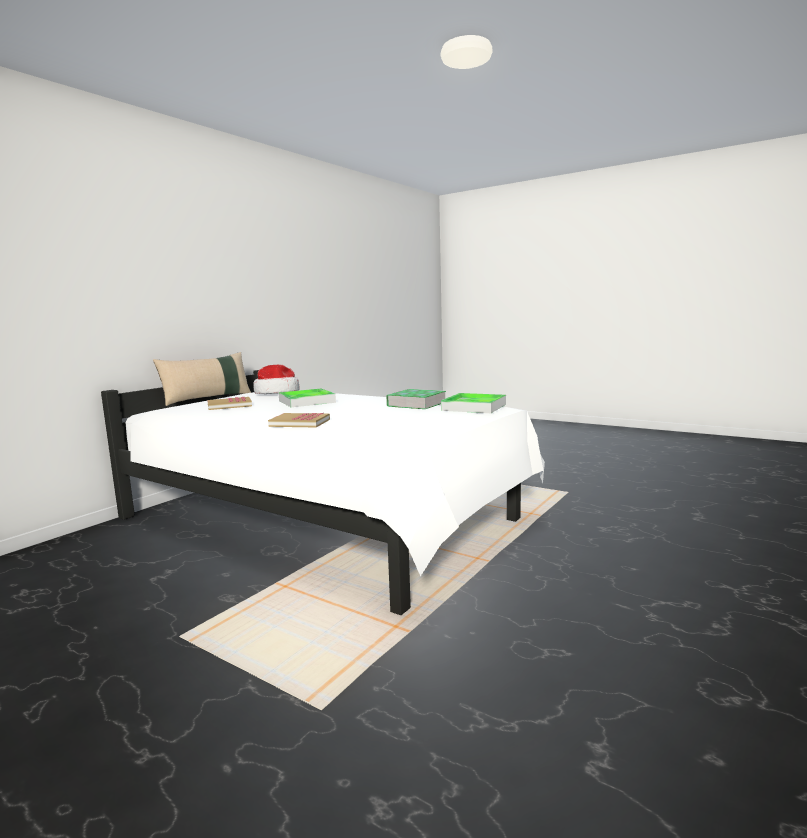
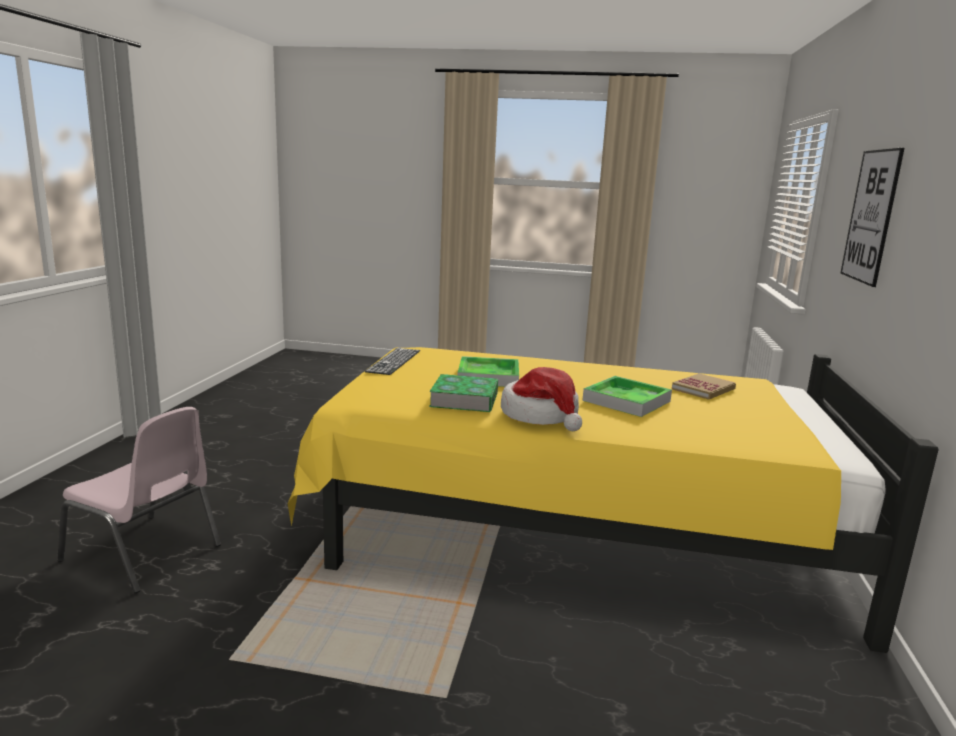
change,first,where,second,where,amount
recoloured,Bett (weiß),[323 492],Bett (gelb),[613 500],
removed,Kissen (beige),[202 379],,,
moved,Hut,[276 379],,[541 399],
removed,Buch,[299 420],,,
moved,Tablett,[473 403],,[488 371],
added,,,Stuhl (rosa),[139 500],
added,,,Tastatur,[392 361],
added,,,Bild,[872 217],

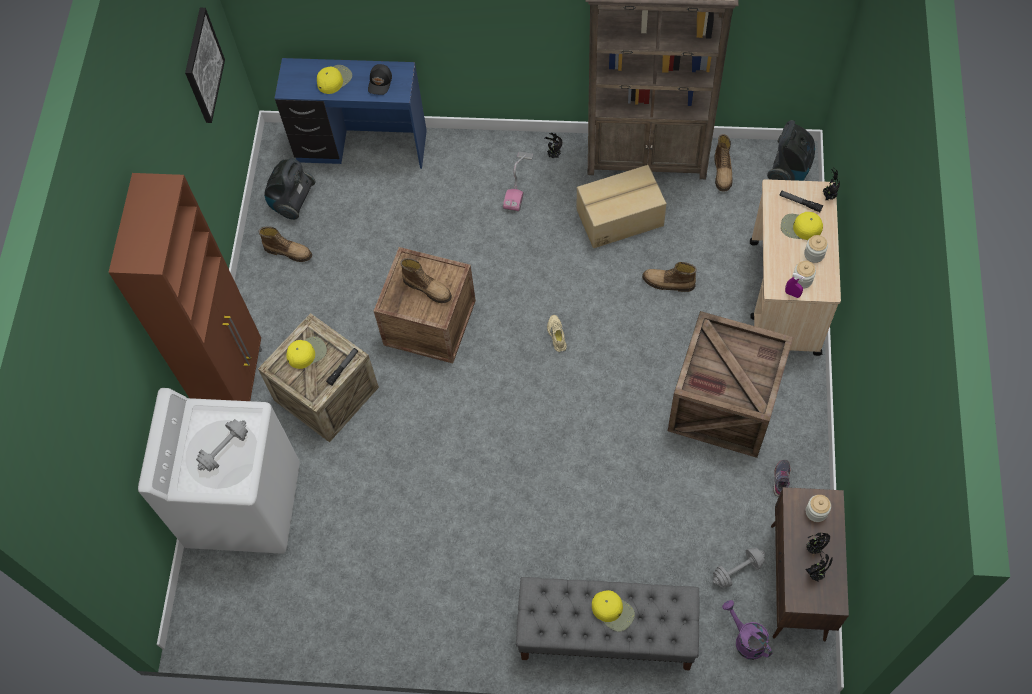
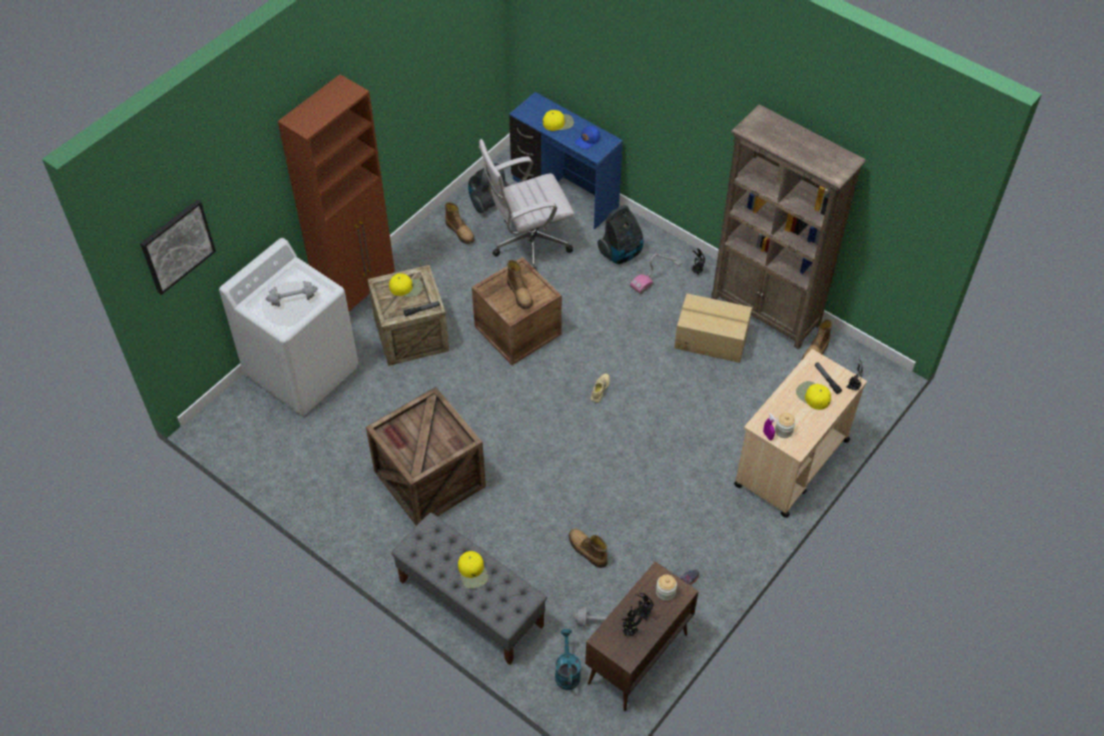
change,first,where,second,where,amount
moved,Bild,[205 65],,[178 247],
recoloured,Kappe (schwarz),[380 79],Kappe (blau),[587 137],
moved,Stiefel,[669 277],,[588 548],
moved,Kiste,[730 384],,[426 456],
recoloured,Gießkanne (lila),[747 630],Gießkanne (türkis),[568 659],
moved,Staubsauger,[791 150],,[620 234],
removed,Vorratsglas,[816 249],,,
added,,,Bürostuhl (weiß),[526 205],

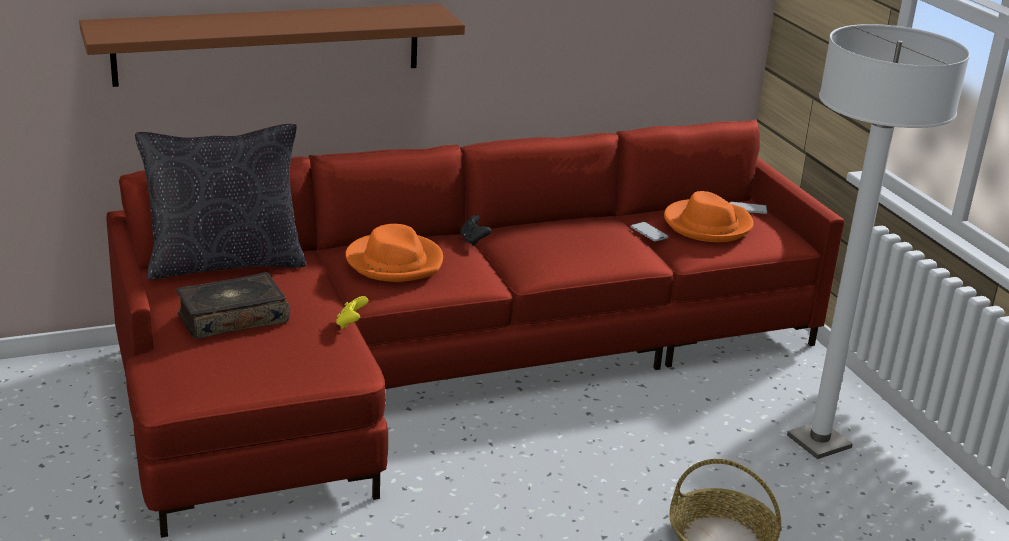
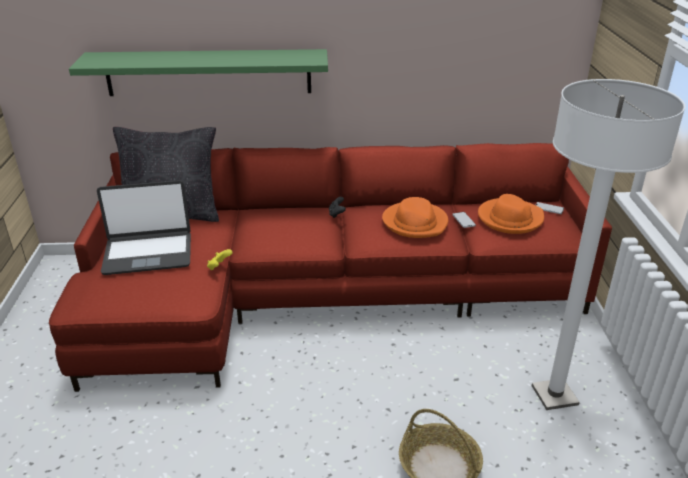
change,first,where,second,where,amount
recoloured,Wandregal (braun),[272 45],Wandregal (grün),[198 72],
replaced,Buch,[233 305],Laptop,[144 227],
moved,Hut (orange),[394 253],,[415 217],

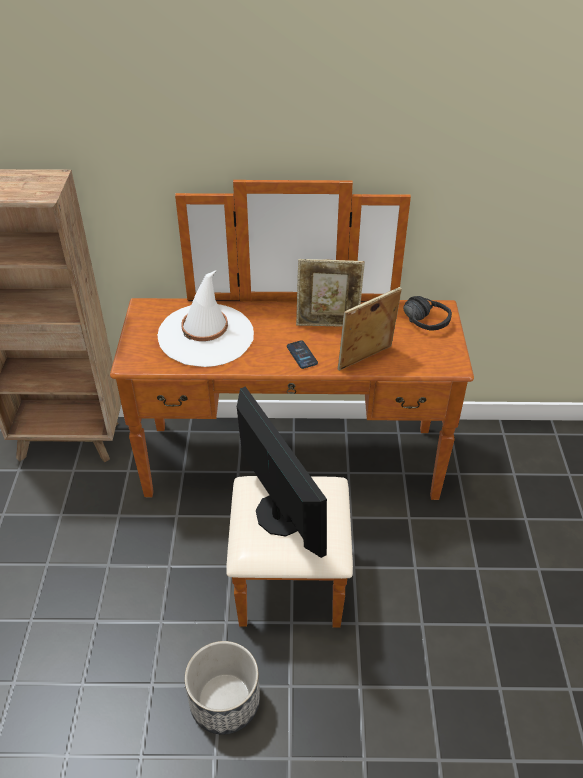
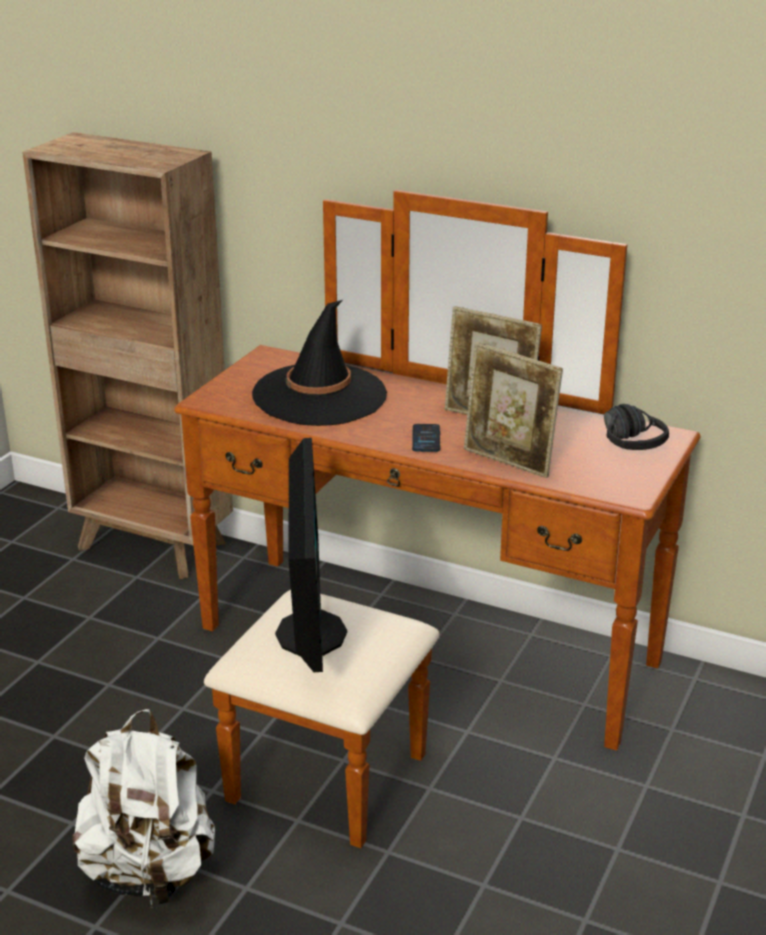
change,first,where,second,where,amount
recoloured,Hut (weiß),[205 318],Hut (schwarz),[319 363],
replaced,Pflanzkübel,[222 688],Rucksack (weiß),[143 807],
turned,Bilderrahmen,[370 329],,[513 410],135 degrees counterclockwise

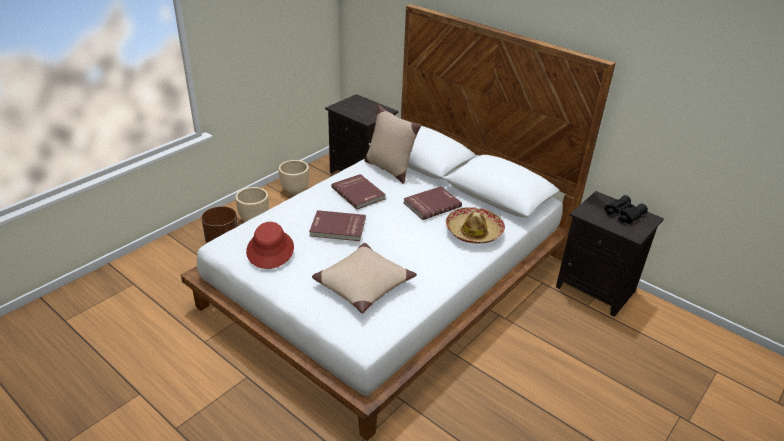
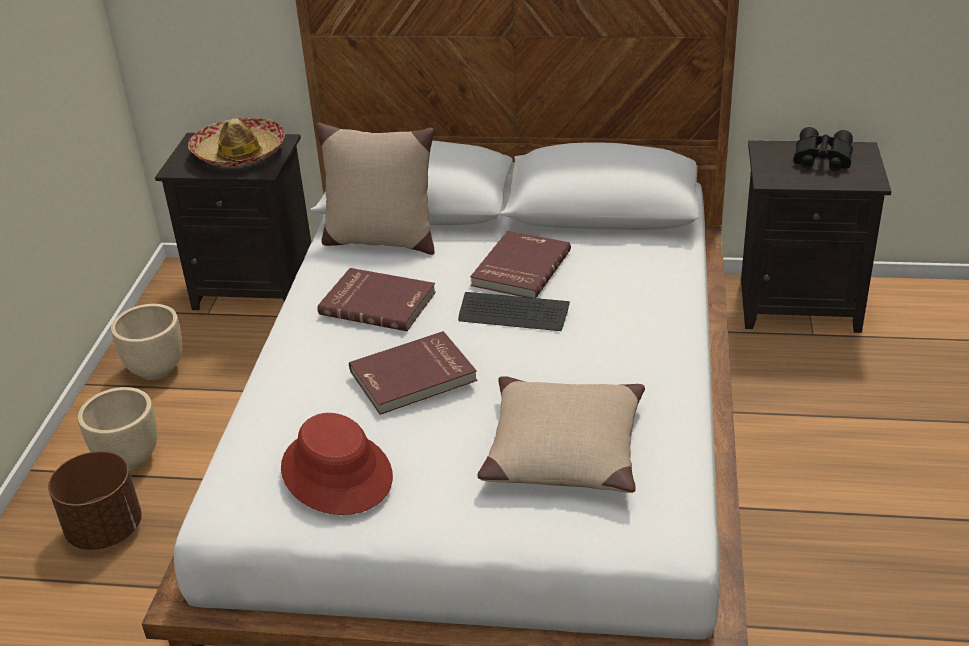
change,first,where,second,where,amount
moved,Hut,[475 225],,[236 142],
added,,,Tastatur,[514 311],

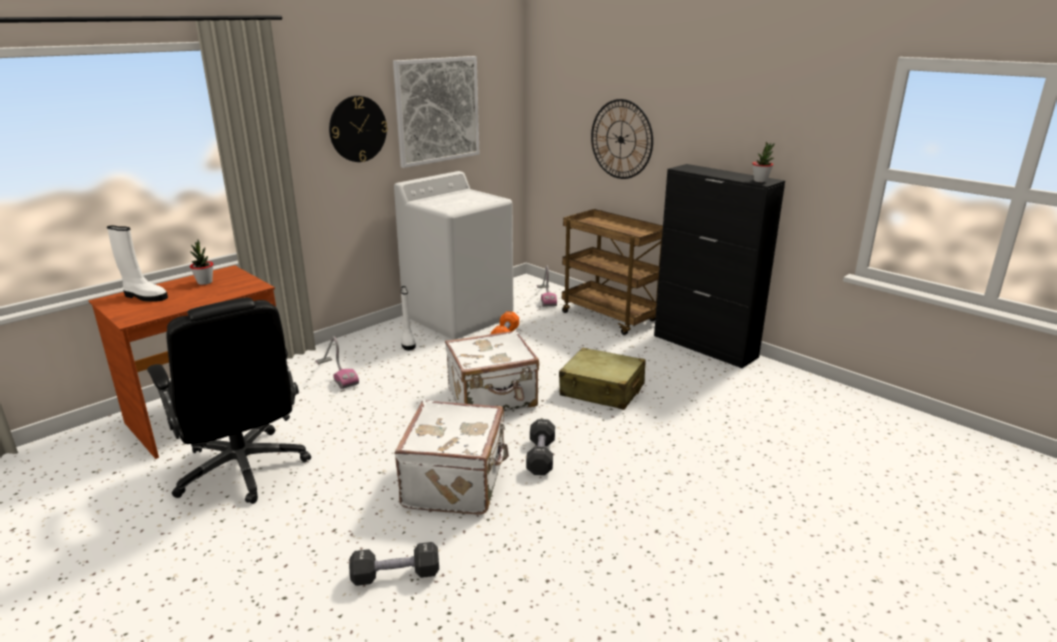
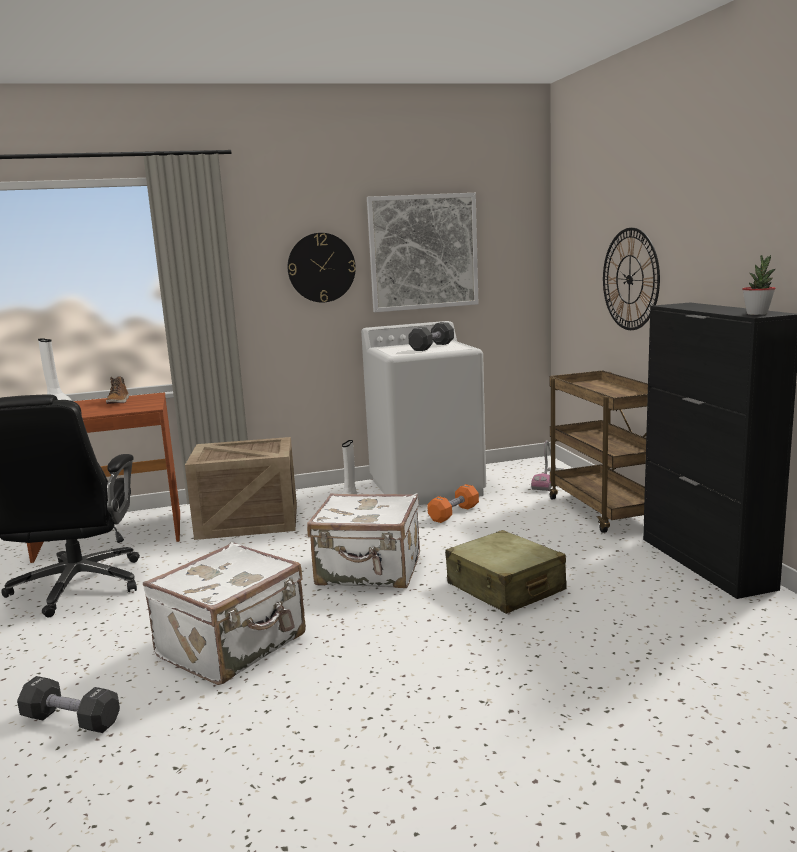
change,first,where,second,where,amount
replaced,Topfpflanze,[201 262],Stiefel,[117 390],
replaced,Staubsauger,[337 362],Kiste,[241 488],
moved,Hantel (schwarz),[540 447],,[431 336],

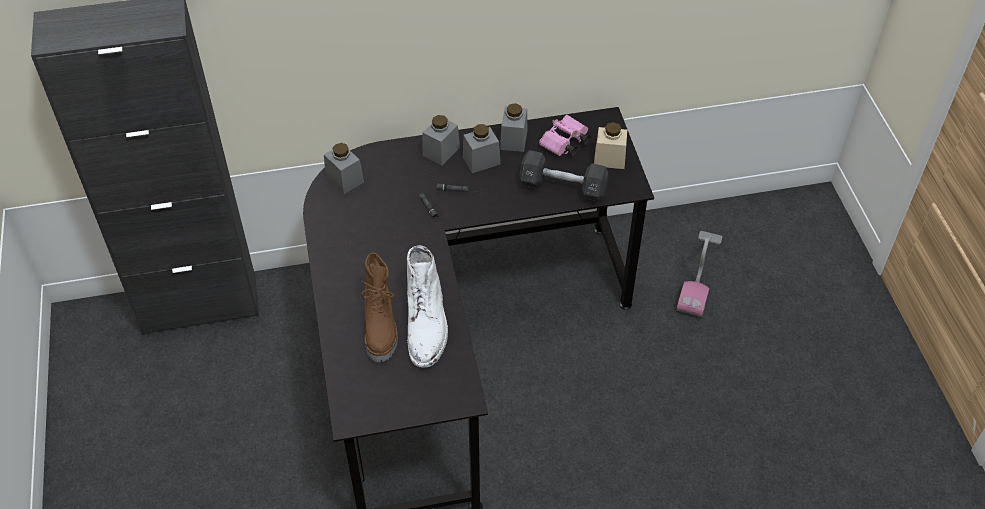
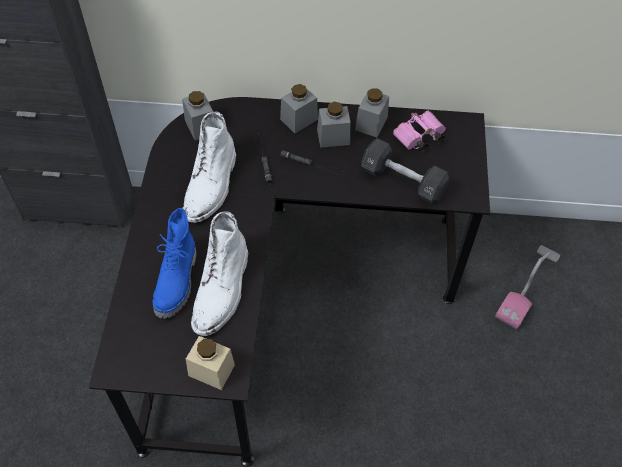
change,first,where,second,where,amount
recoloured,Stiefel (braun),[379 307],Stiefel (blau),[174 263],
moved,Vorratsglas (beige),[610 145],,[210 363],
added,,,Stiefel (weiß),[209 167],

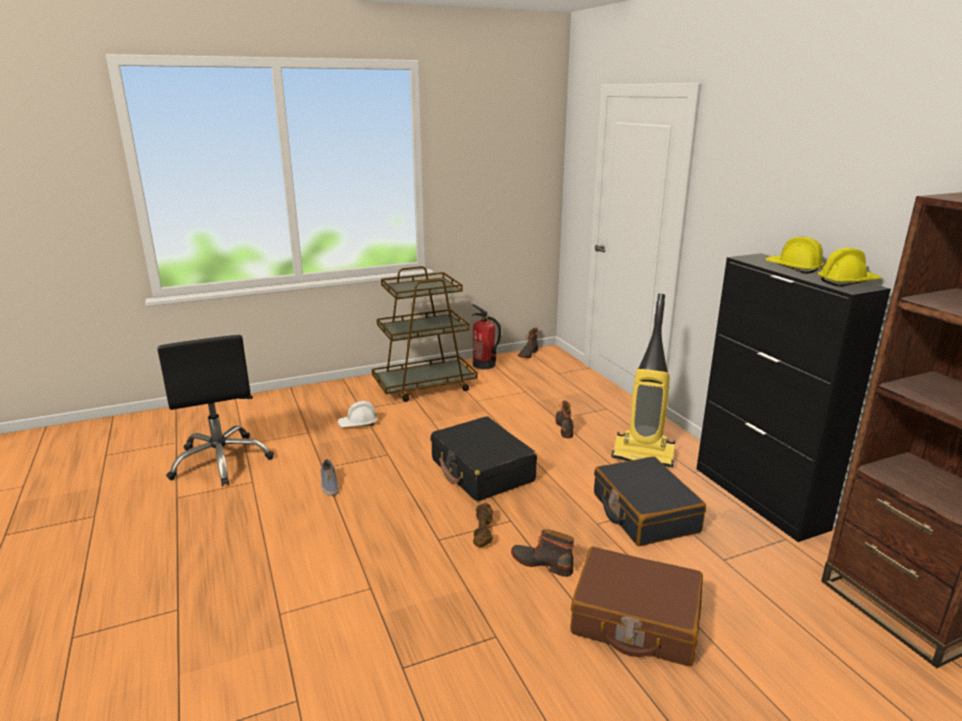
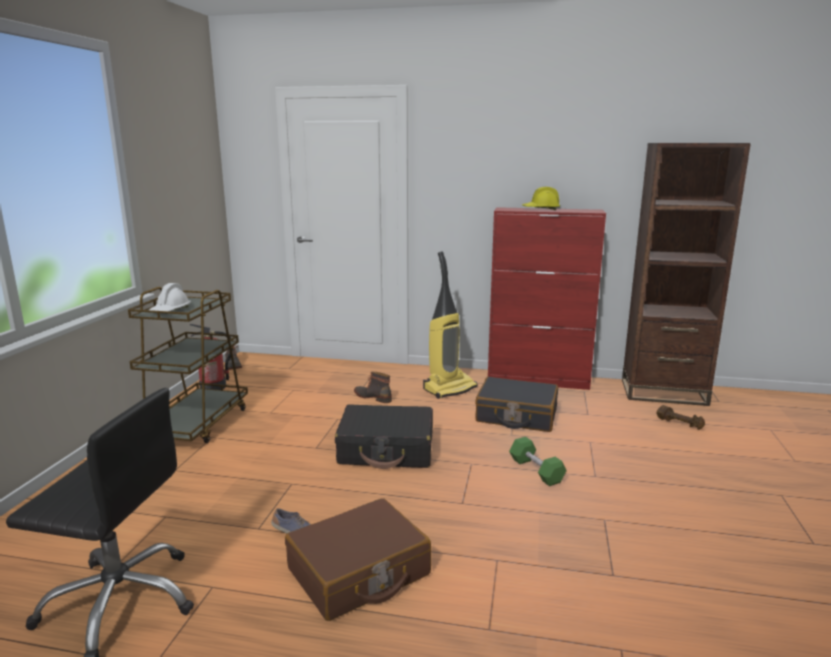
change,first,where,second,where,amount
moved,Schutzhelm (weiß),[357 414],,[170 297],
moved,Hantel (braun),[483 525],,[681 417],
replaced,Stiefel,[542 553],Hantel (grün),[538 461],
moved,Koffer (braun),[637 606],,[358 559],
recoloured,Schrank (schwarz),[794 397],Schrank (rot),[547 298],
removed,Schutzhelm (gelb),[849 267],,,

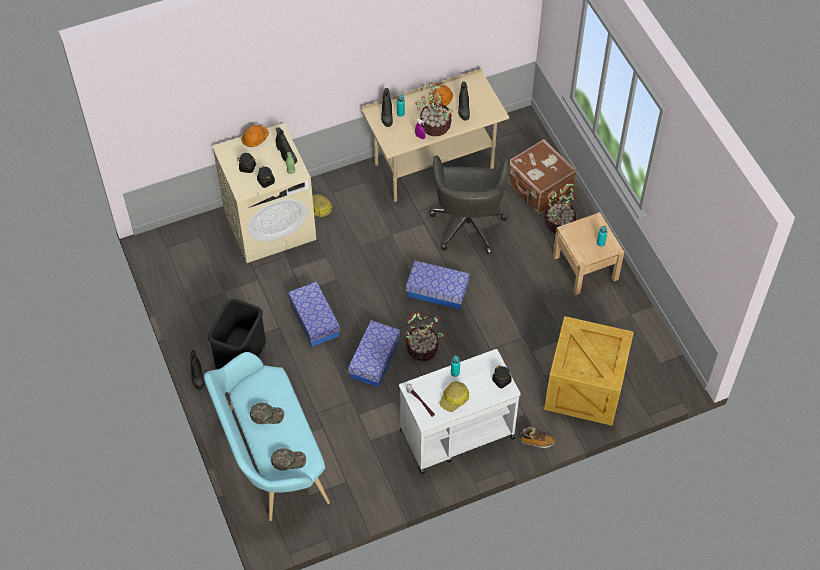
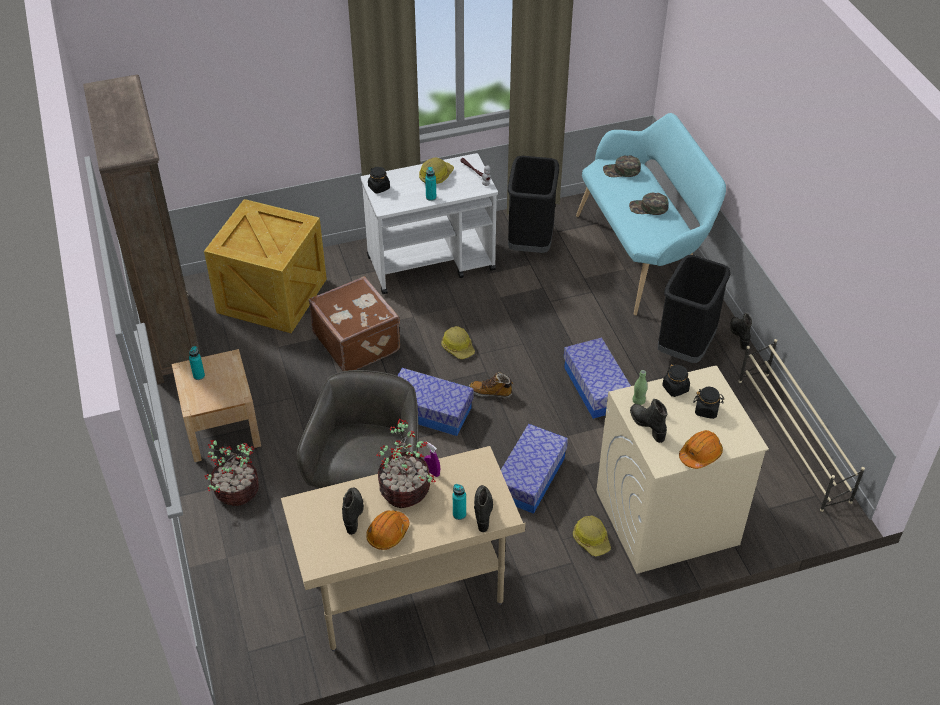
change,first,where,second,where,amount
moved,Aufbewahrungsbox,[374 353],,[534 469],
replaced,Topfpflanze,[425 336],Schutzhelm,[458 342],
moved,Koffer (braun),[542 176],,[354 323],
moved,Stiefel,[537 437],,[491 385],
added,,,Bücherregal (braun),[142 229],
added,,,Mülleimer (schwarz),[533 204],
added,,,Schuhregal (beige),[801 425],

